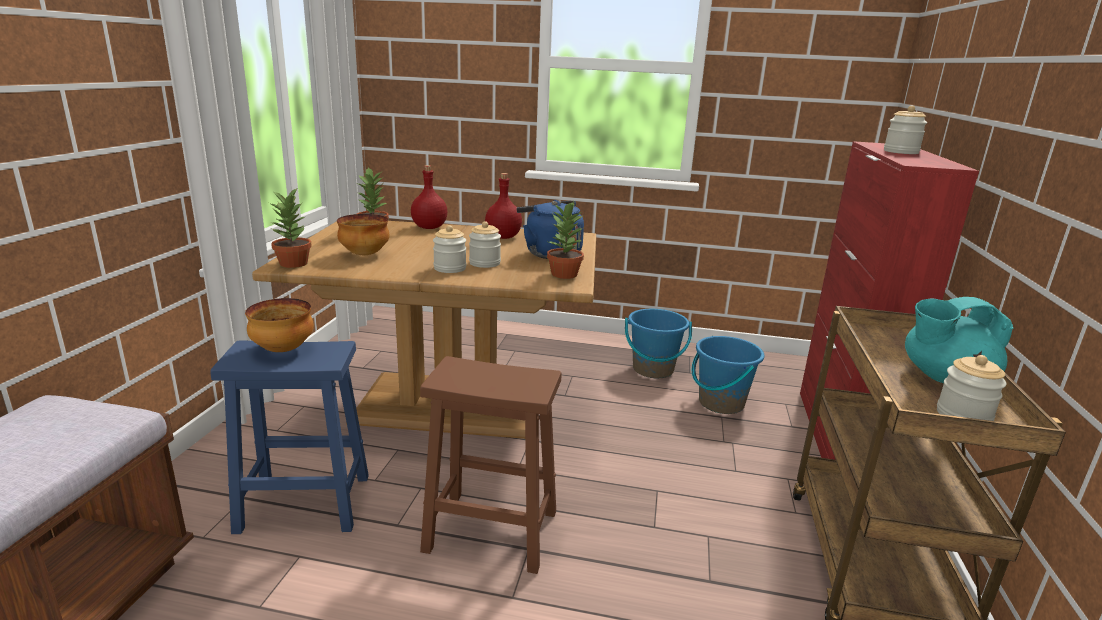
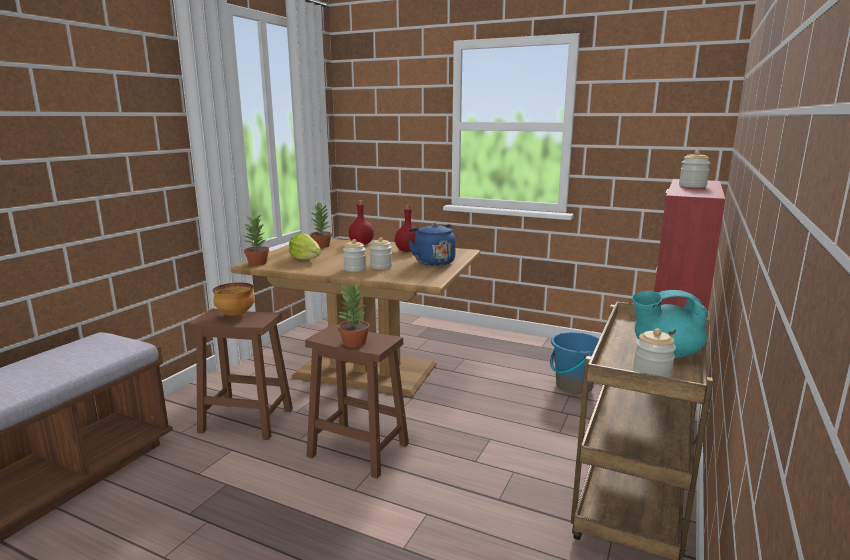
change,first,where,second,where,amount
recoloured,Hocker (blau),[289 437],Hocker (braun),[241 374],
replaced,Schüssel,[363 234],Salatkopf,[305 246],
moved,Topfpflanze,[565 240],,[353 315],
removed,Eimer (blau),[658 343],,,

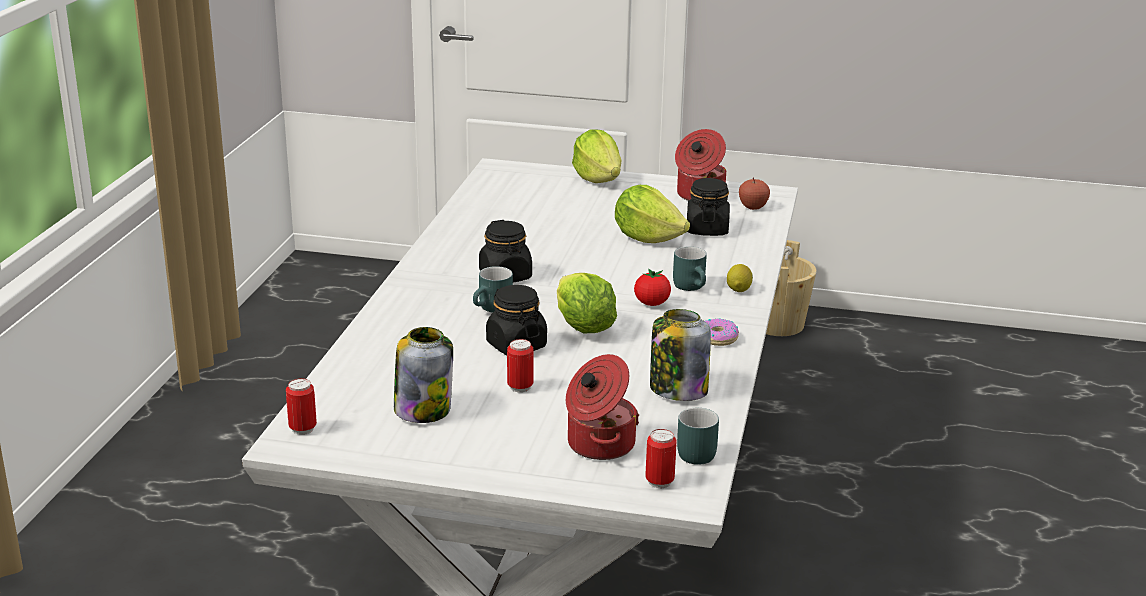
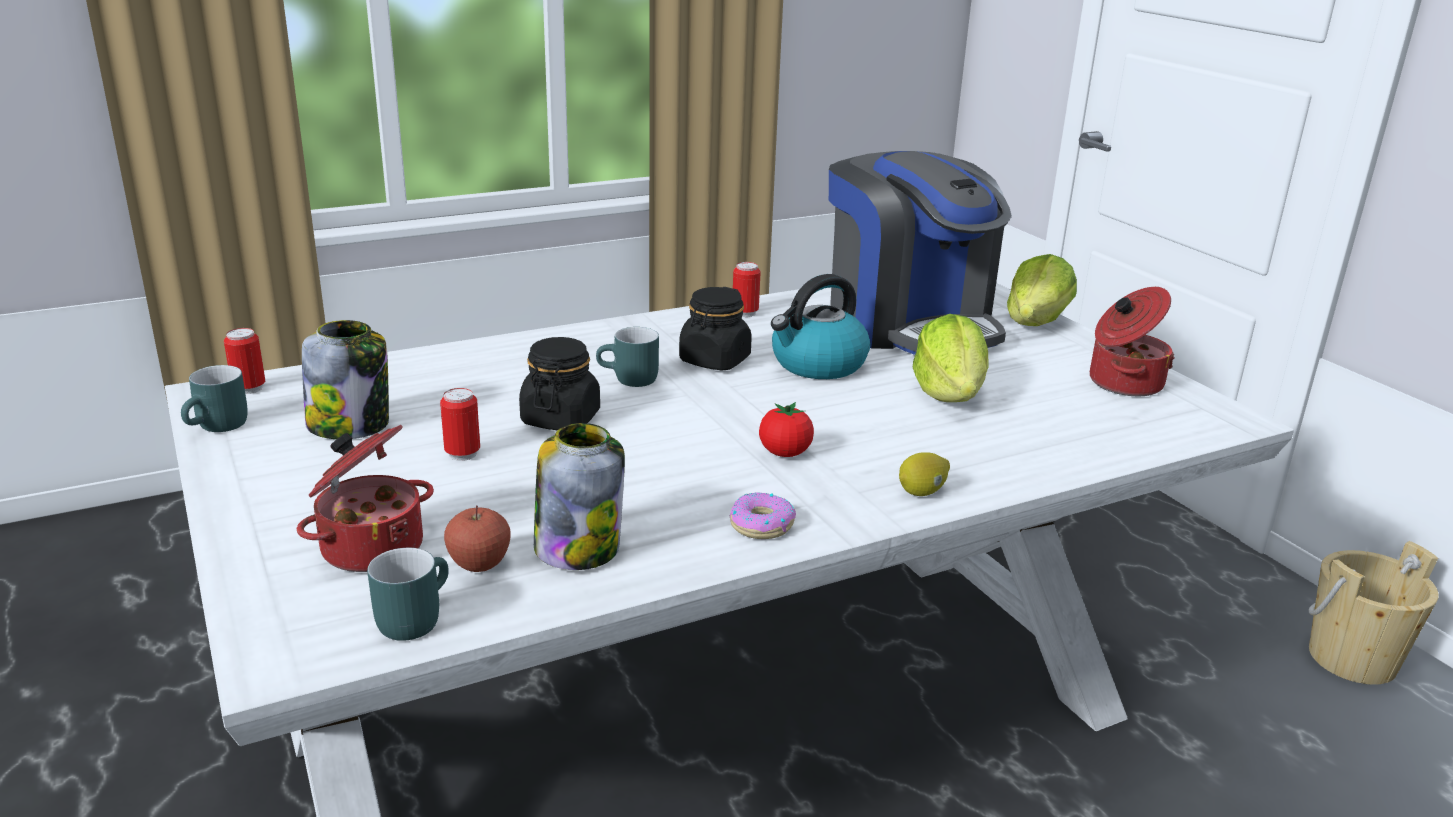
change,first,where,second,where,amount
removed,Salatkopf,[587 303],,,
moved,Dose,[661 458],,[747 289],
moved,Henkelbecher (türkis),[690 268],,[214 398],
removed,Vorratsglas (schwarz),[708 207],,,
moved,Apfel,[754 194],,[477 538],
added,,,Wasserkessel,[820 326],
added,,,Kaffeemaschine,[920 253],

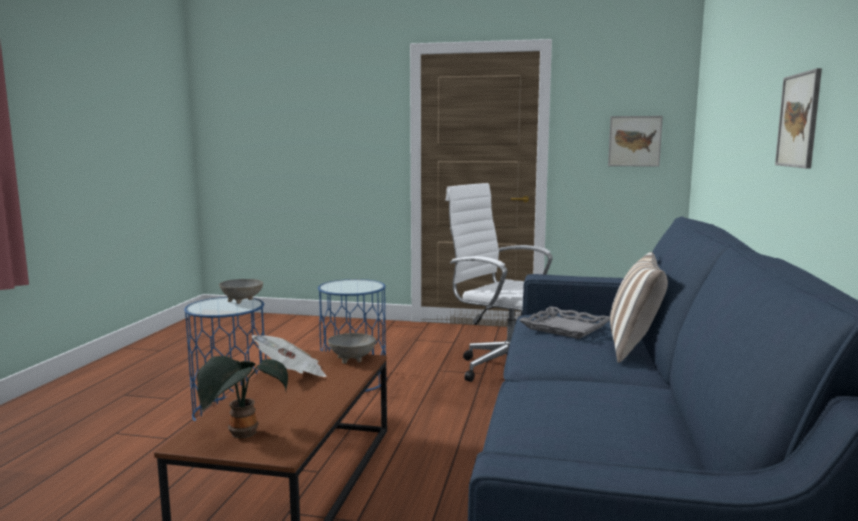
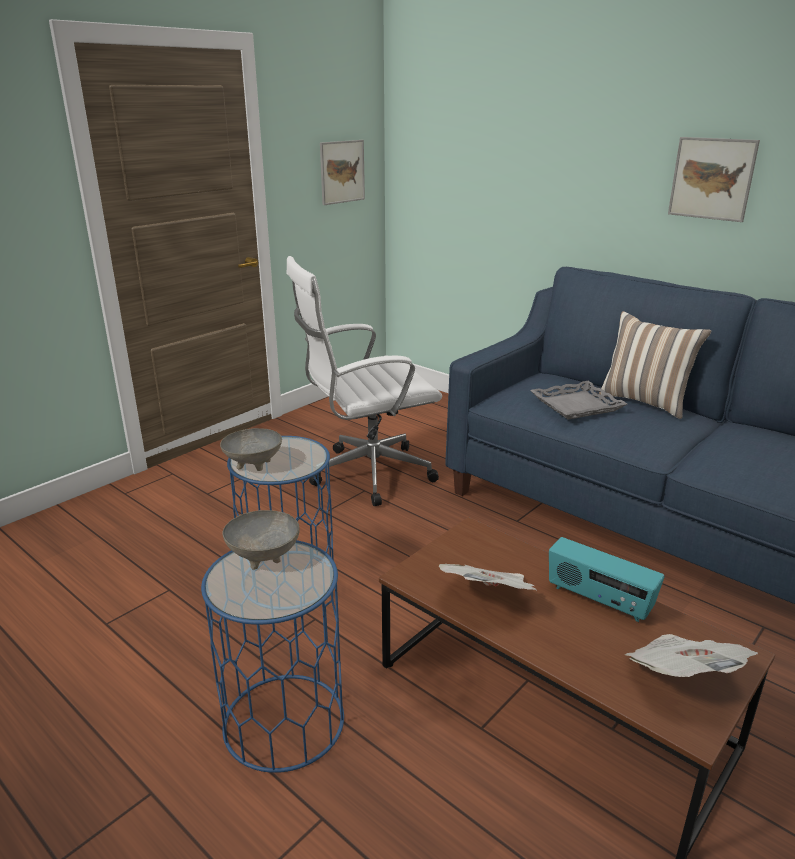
change,first,where,second,where,amount
replaced,Topfpflanze,[242 397],Zeitung,[691 655],
moved,Schüssel (grau),[352 348],,[251 449],
added,,,Radio,[607 579],

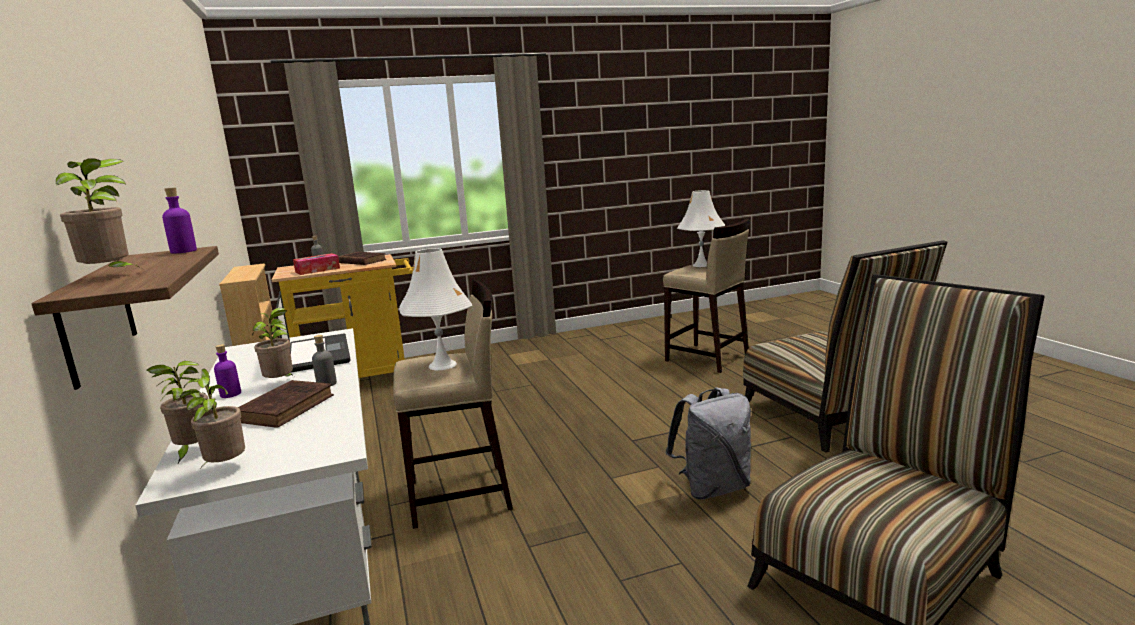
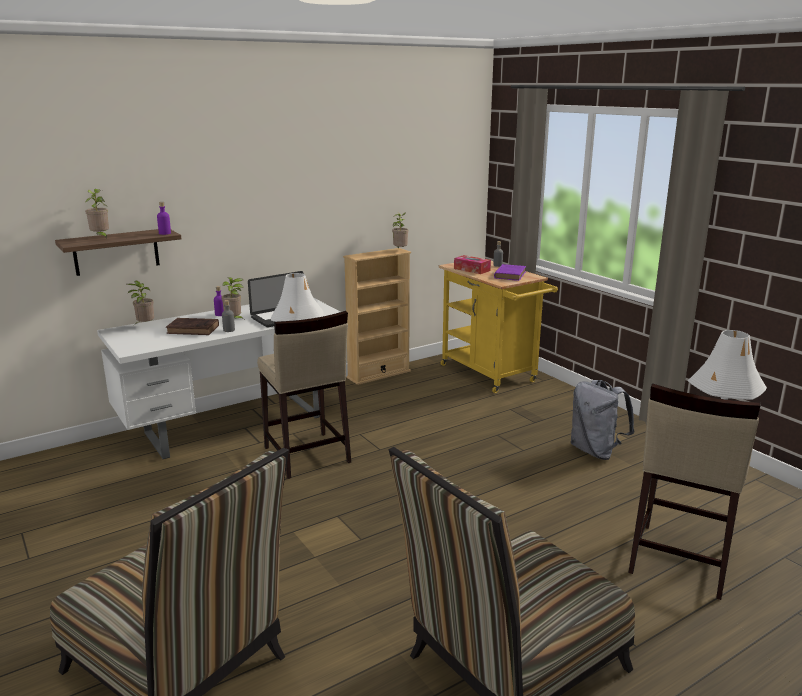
change,first,where,second,where,amount
moved,Topfpflanze,[211 417],,[400 230],
recoloured,Buch (braun),[362 258],Buch (lila),[510 272],
moved,Rucksack (grau),[708 443],,[602 420],

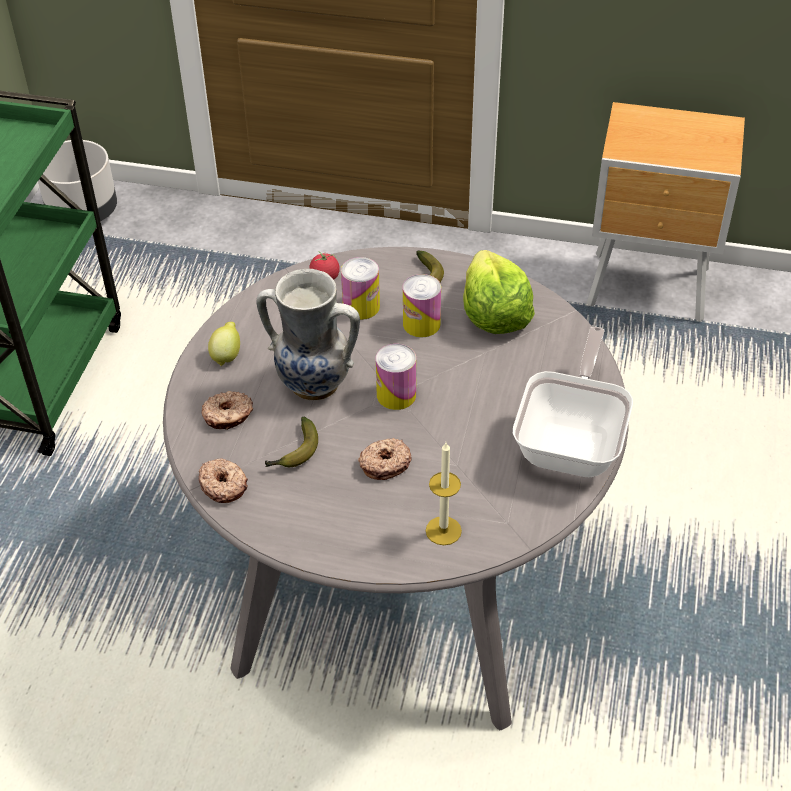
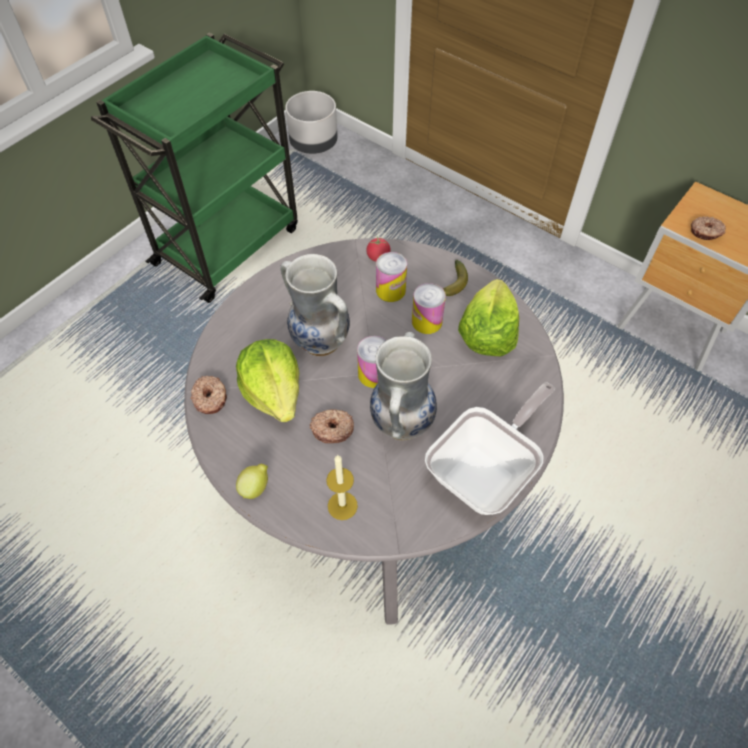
change,first,where,second,where,amount
moved,Donut,[227 410],,[708 228],
moved,Zitrone,[224 344],,[252 481],
replaced,Banane,[291 442],Salatkopf,[267 380],
added,,,Vase,[403 386],

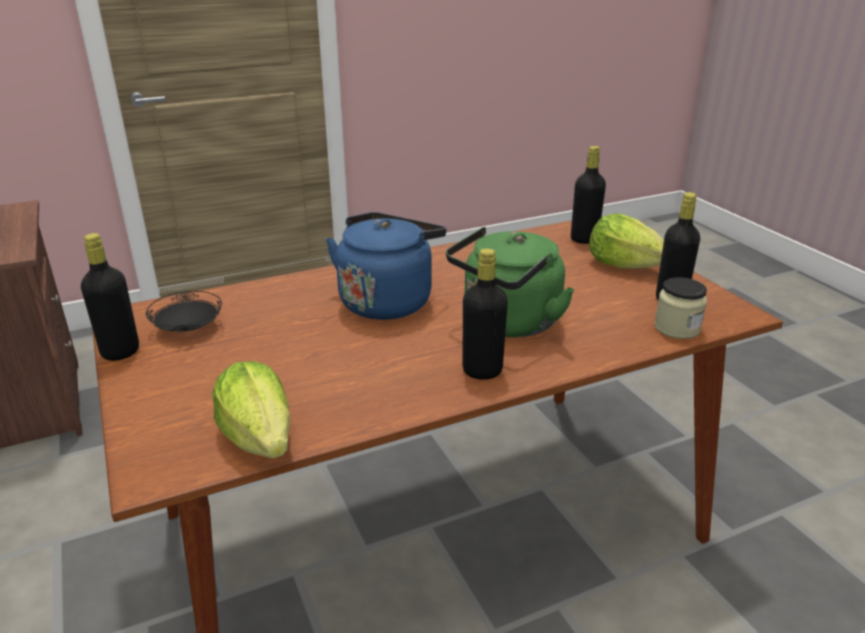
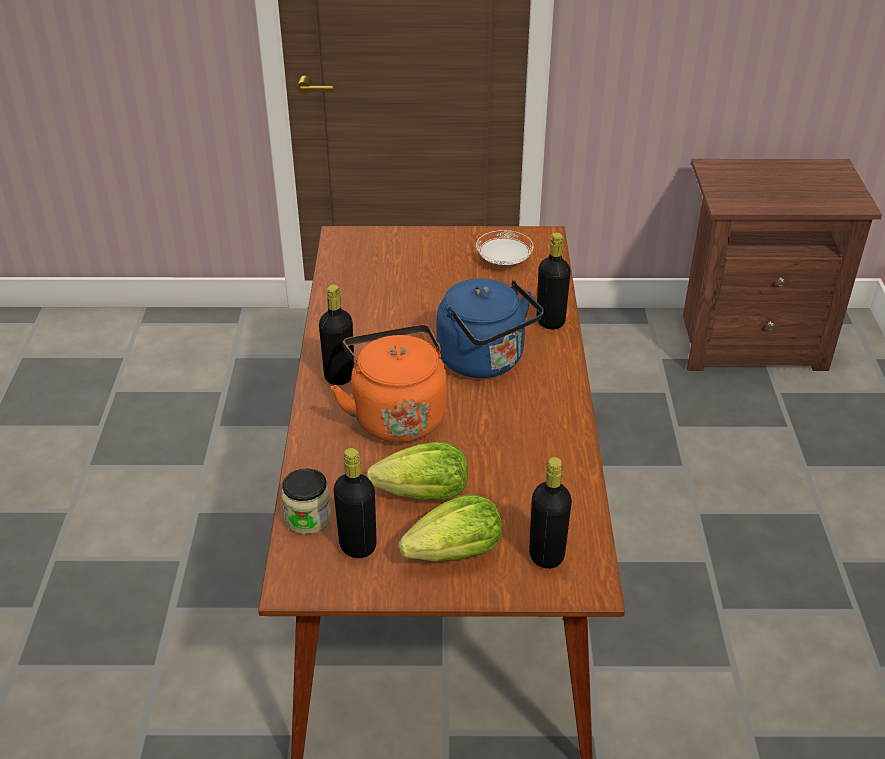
change,first,where,second,where,amount
moved,Flasche (schwarz),[110 297],,[553 280],
recoloured,Teller (schwarz),[184 311],Teller (weiß),[504 247],
moved,Salatkopf,[251 409],,[417 471],
recoloured,Wasserkessel (grün),[510 282],Wasserkessel (orange),[389 383],

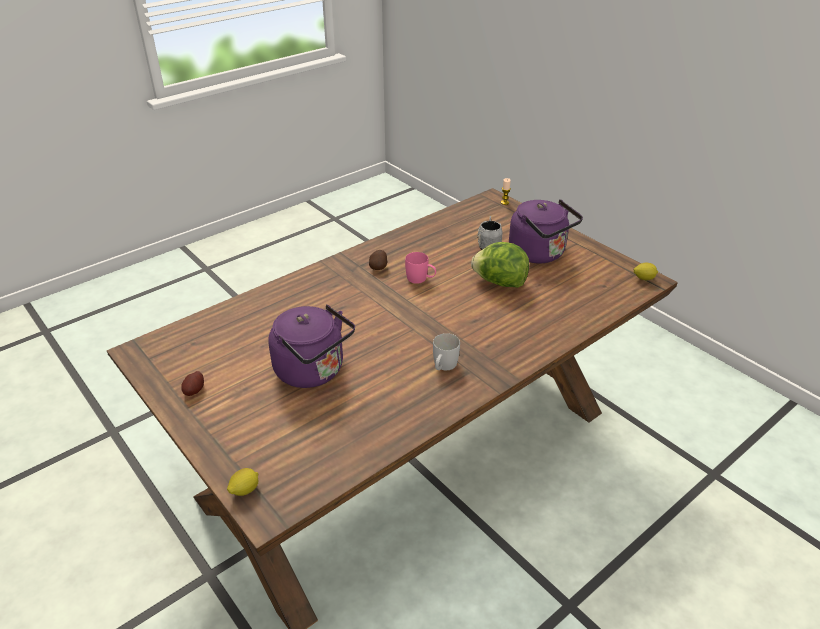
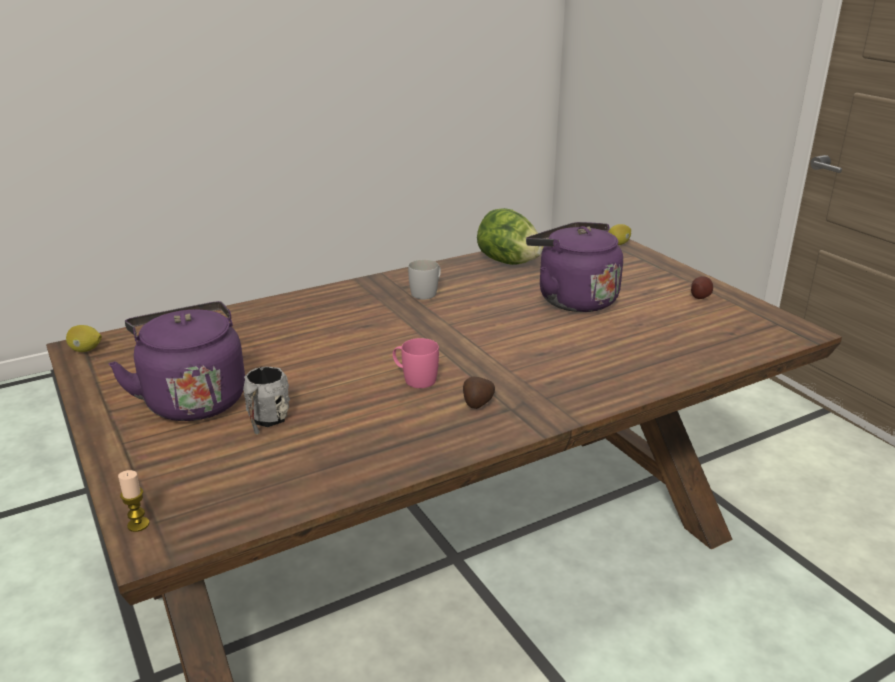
change,first,where,second,where,amount
moved,Salatkopf,[500 265],,[510 236],

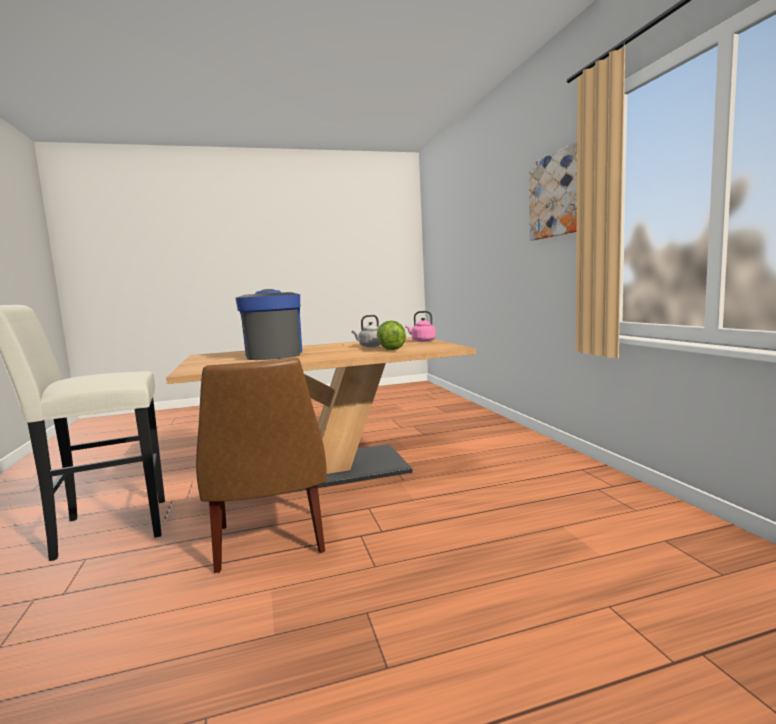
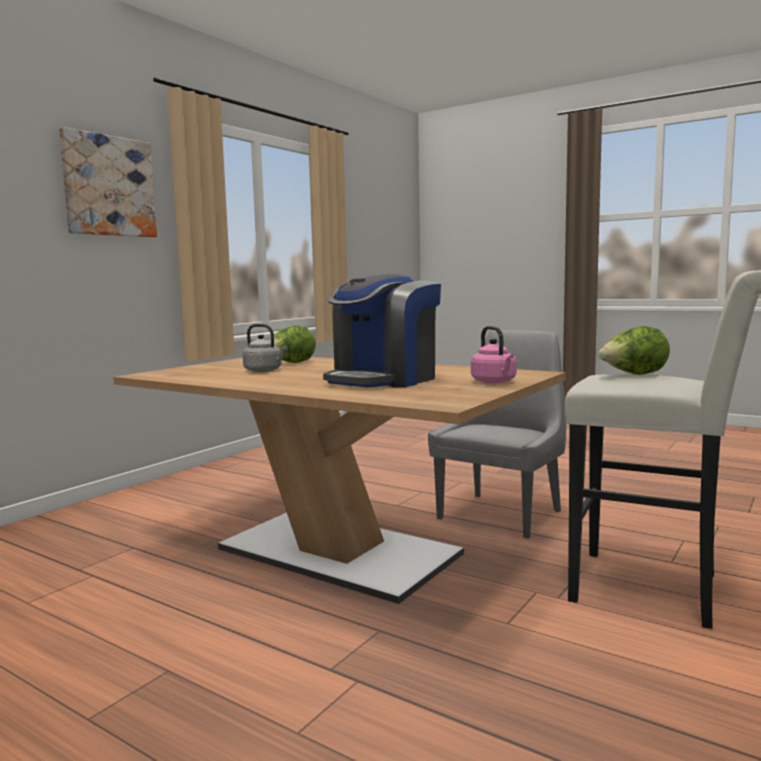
change,first,where,second,where,amount
recoloured,Stuhl (braun),[261 465],Stuhl (grau),[497 434],
moved,Wasserkessel (rosa),[420 326],,[494 355],
added,,,Salatkopf,[634 350],

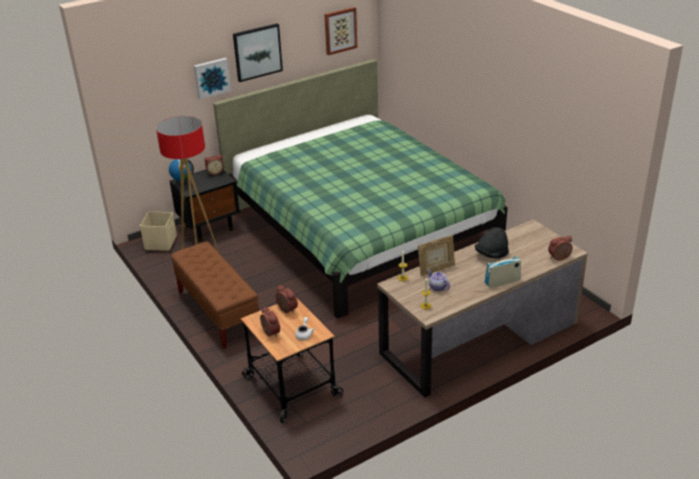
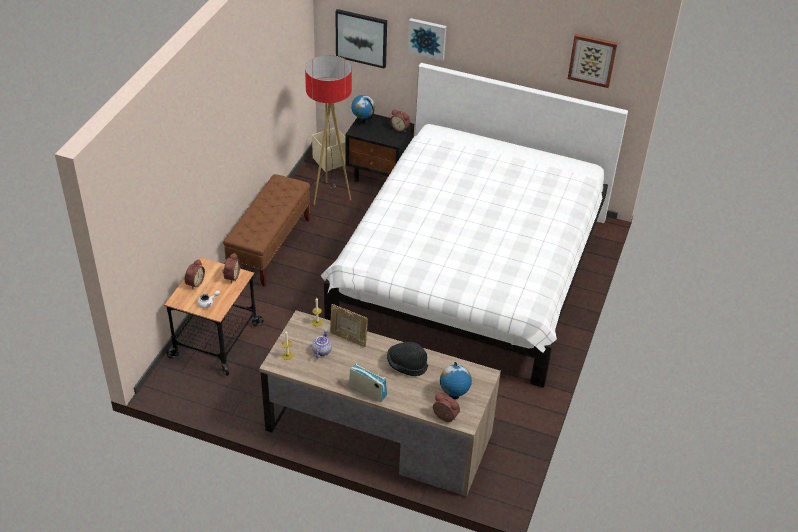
change,first,where,second,where,amount
recoloured,Bett (grün),[360 188],Bett (weiß),[474 225],
moved,Bild,[258 52],,[361 39],
added,,,Globus,[456 380],

